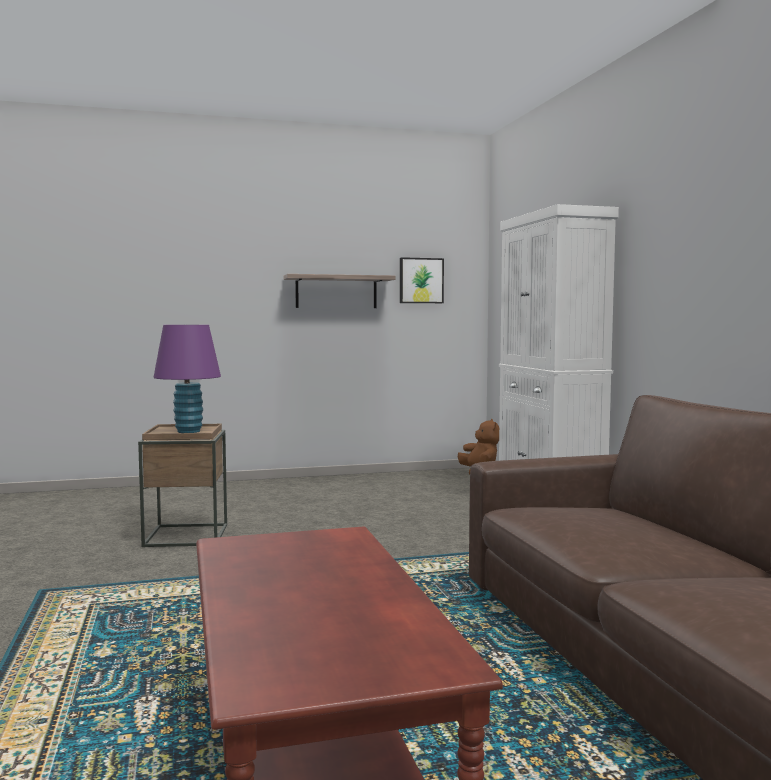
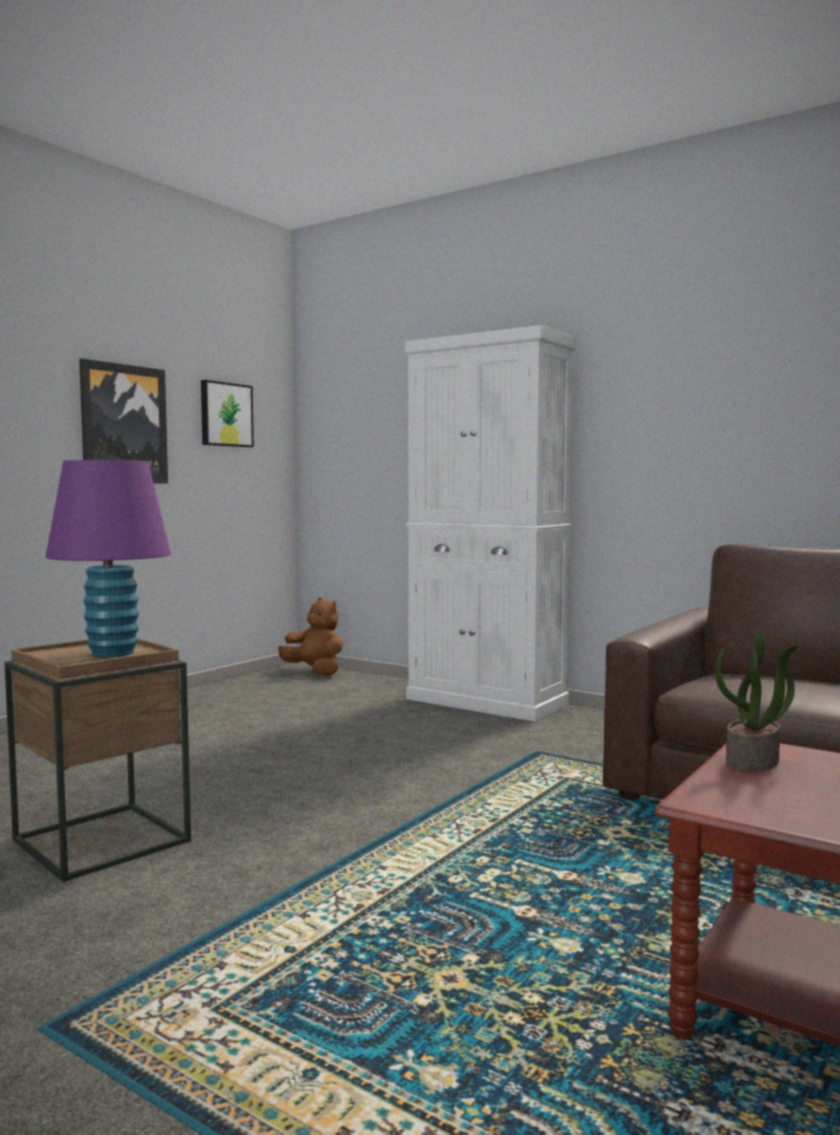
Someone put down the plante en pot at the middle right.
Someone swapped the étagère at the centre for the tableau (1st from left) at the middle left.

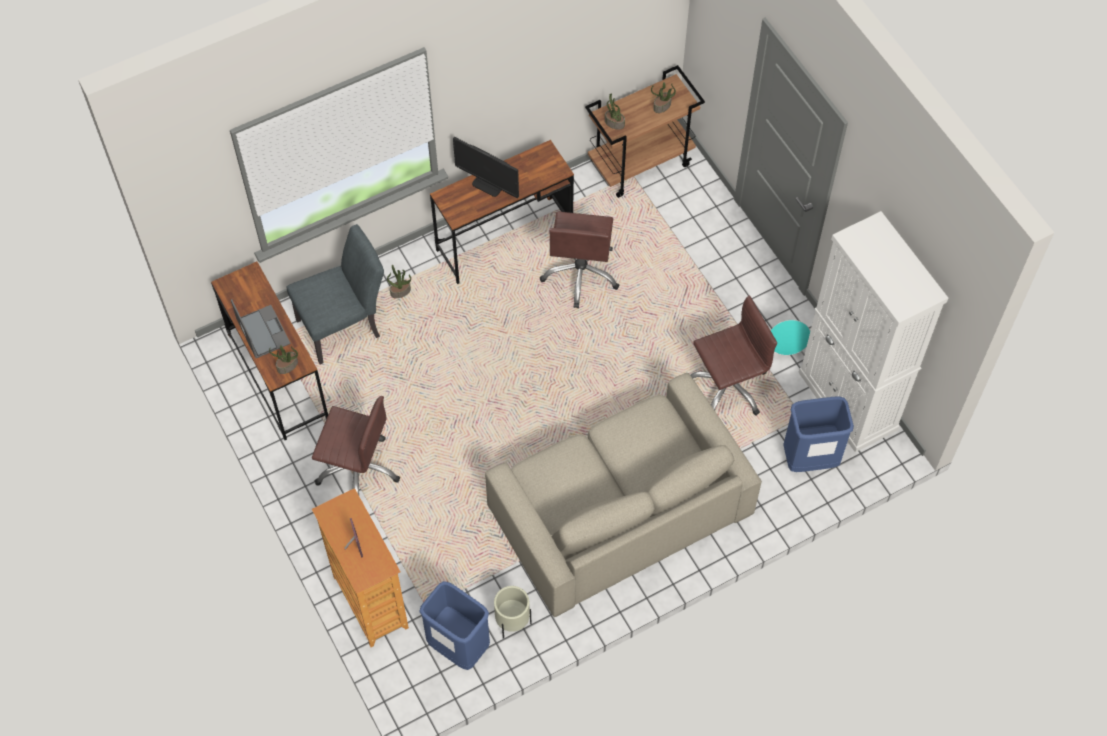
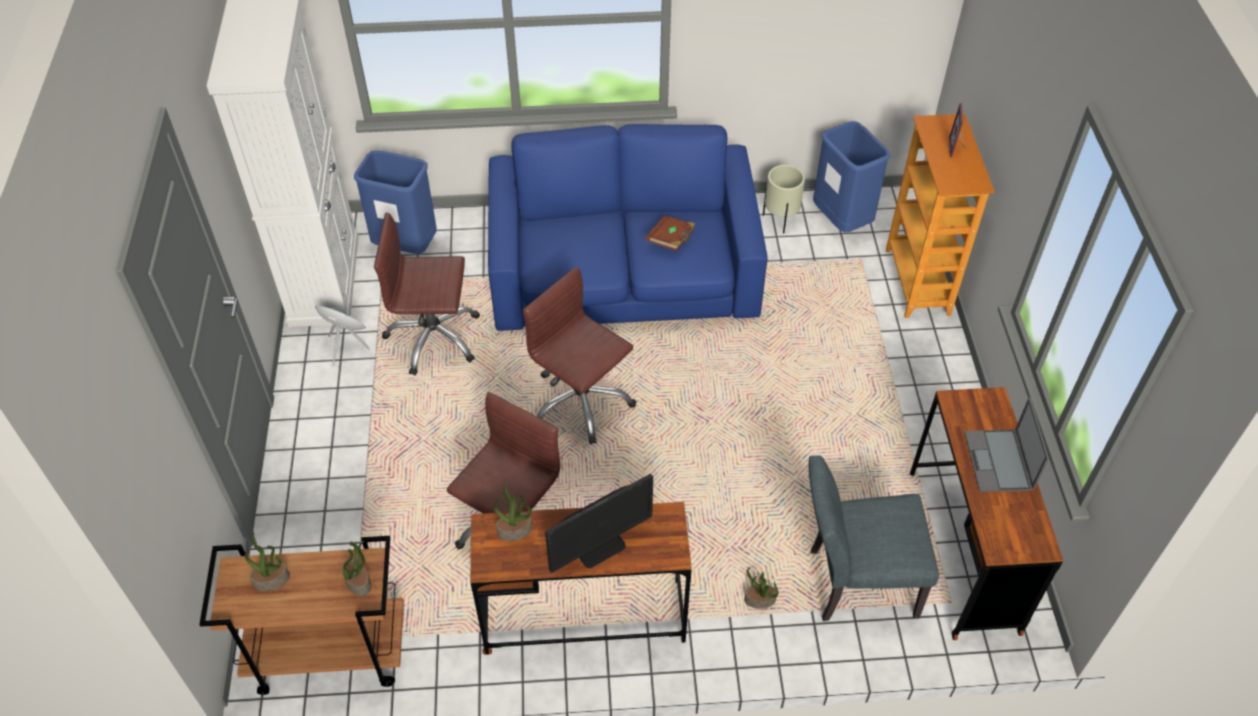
Someone put down the livre/marron at the top centre.
Someone carried the plante en pot (1st from left in the first image) from the middle left to the bottom centre.
Someone carried the chaise de bureau/marron (1st from left in the first image) from the middle left to the centre.
Someone repainted the canapé/beige at the bottom centre, which became the canapé/bleu at the top centre.
Someone rotated the écran d'ordinateur at the top centre by 90 degrees clockwise.

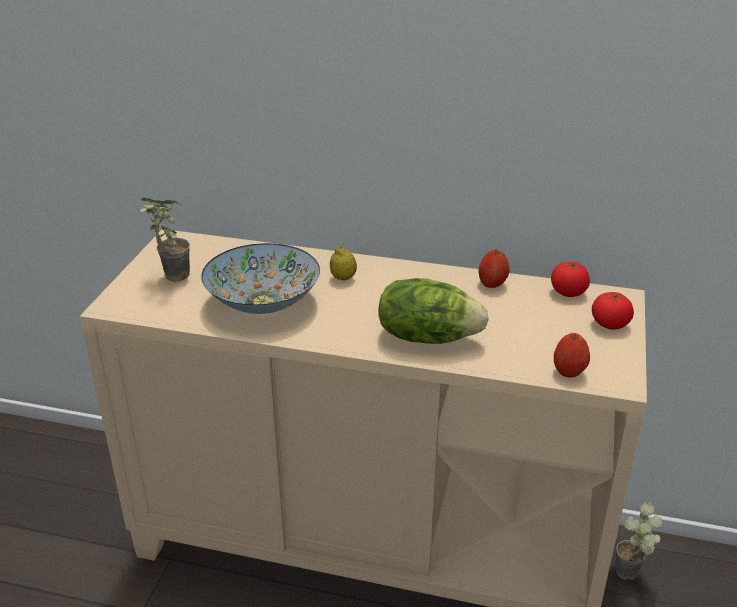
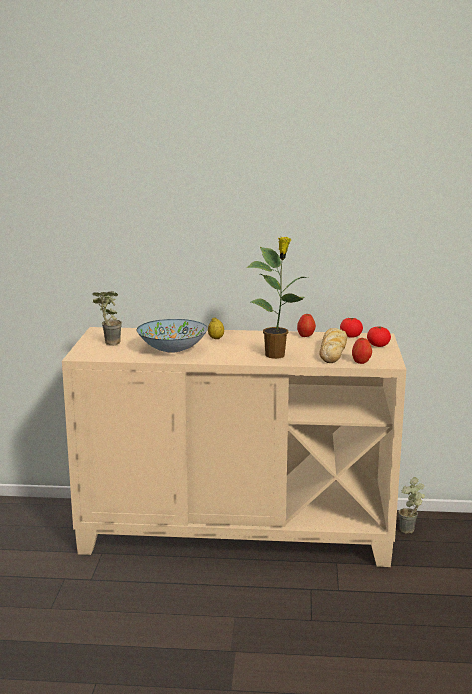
Someone put down the pain at the middle right.
Someone swapped the laitue at the centre for the plante en pot (2nd from left) at the centre.

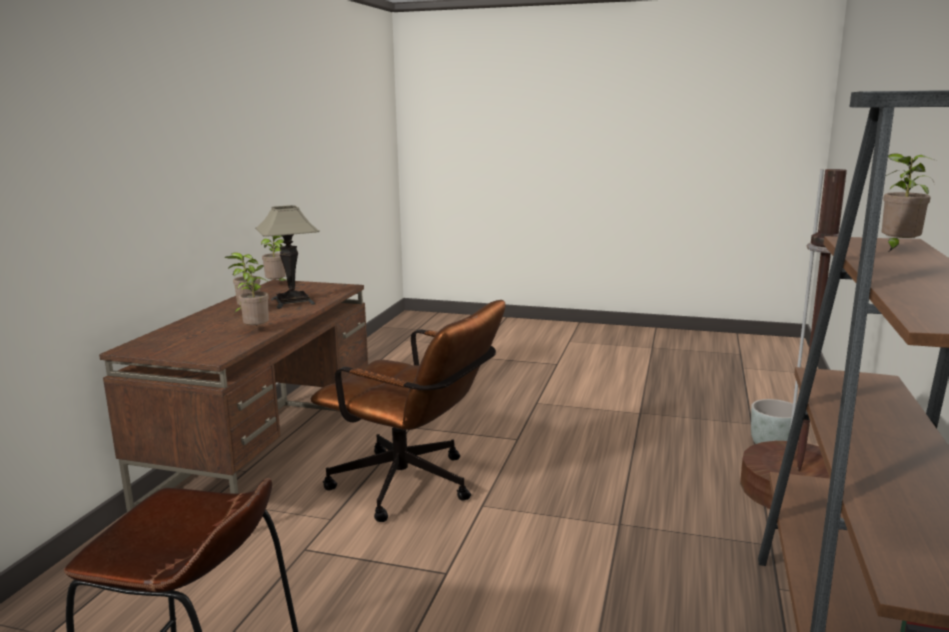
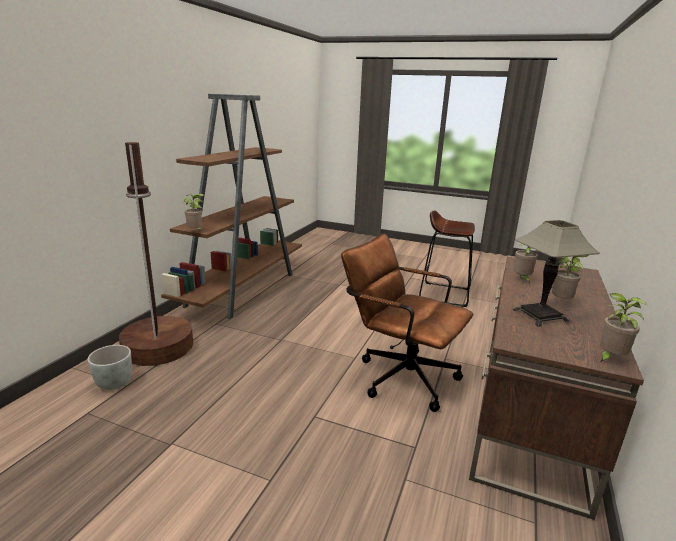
Someone carried the plante en pot (4th from left in the first image) from the top right to the middle left.

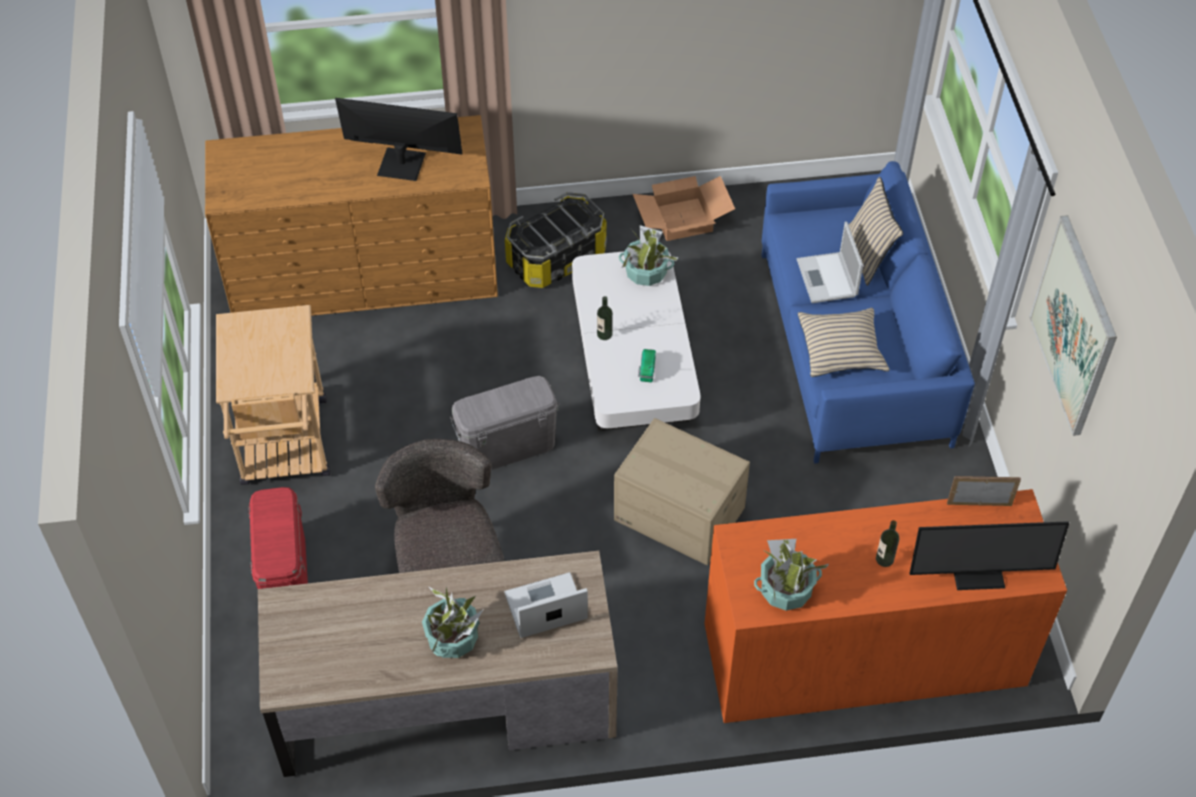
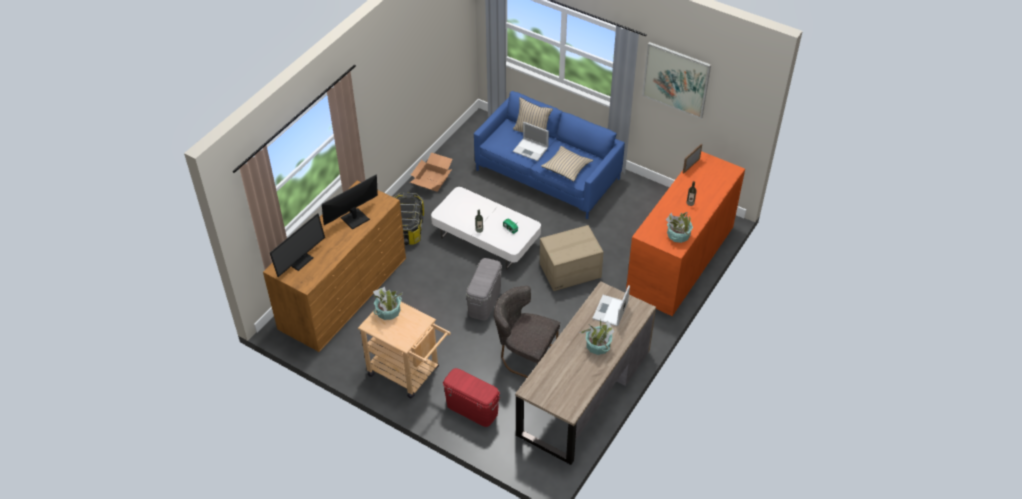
Someone carried the plante en pot (2nd from left in the first image) from the top centre to the centre.
Someone carried the écran d'ordinateur (2nd from left in the first image) from the bottom right to the middle left.

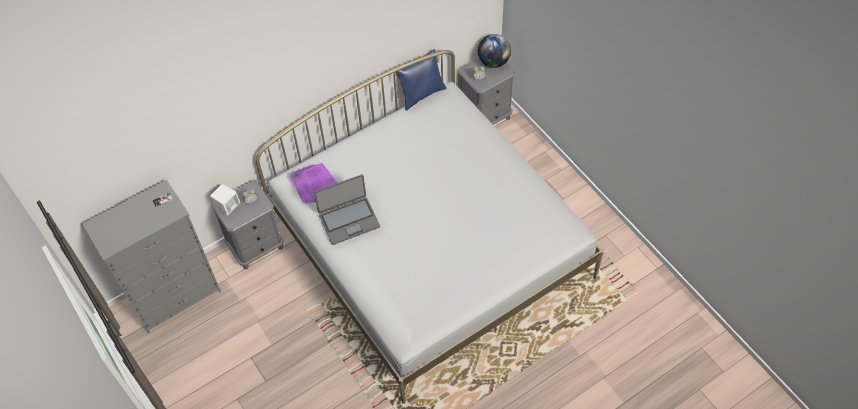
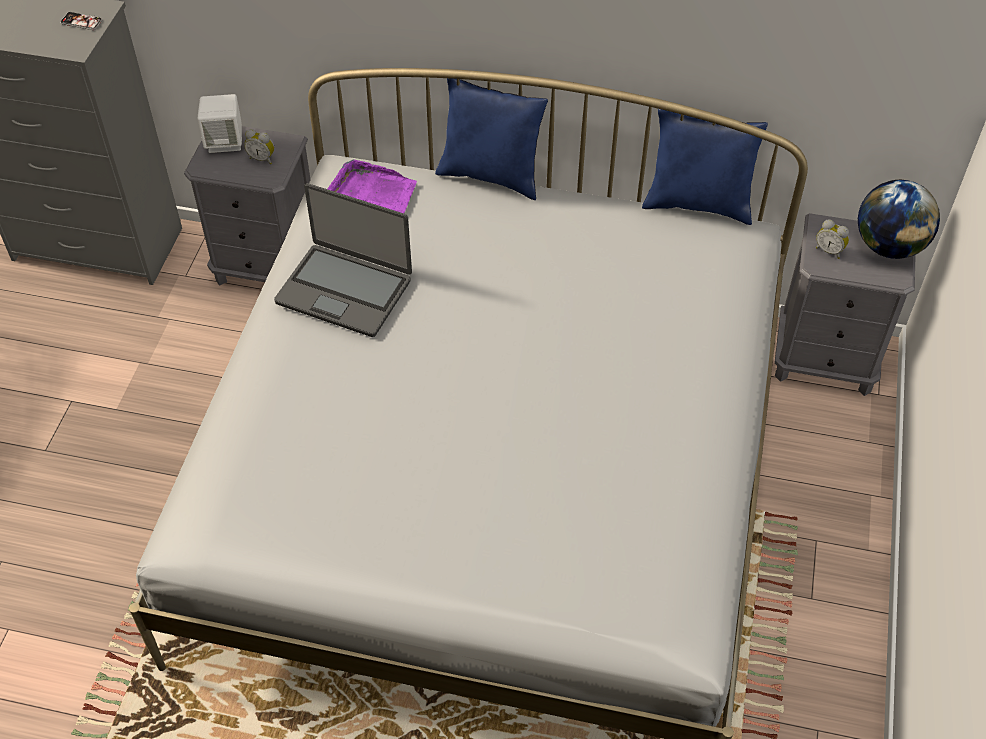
Someone put down the coussin/bleu (1st from left) at the top centre.

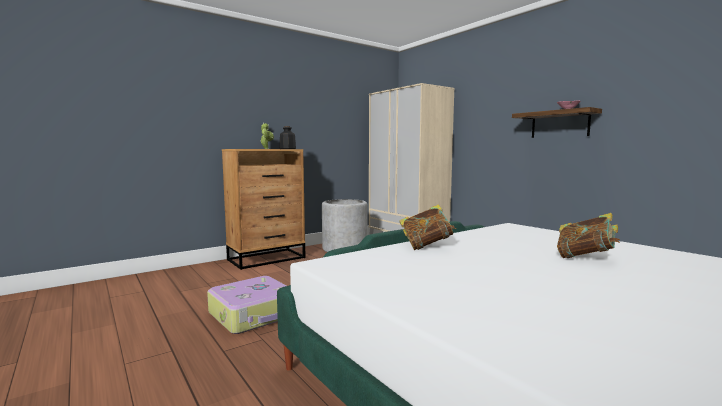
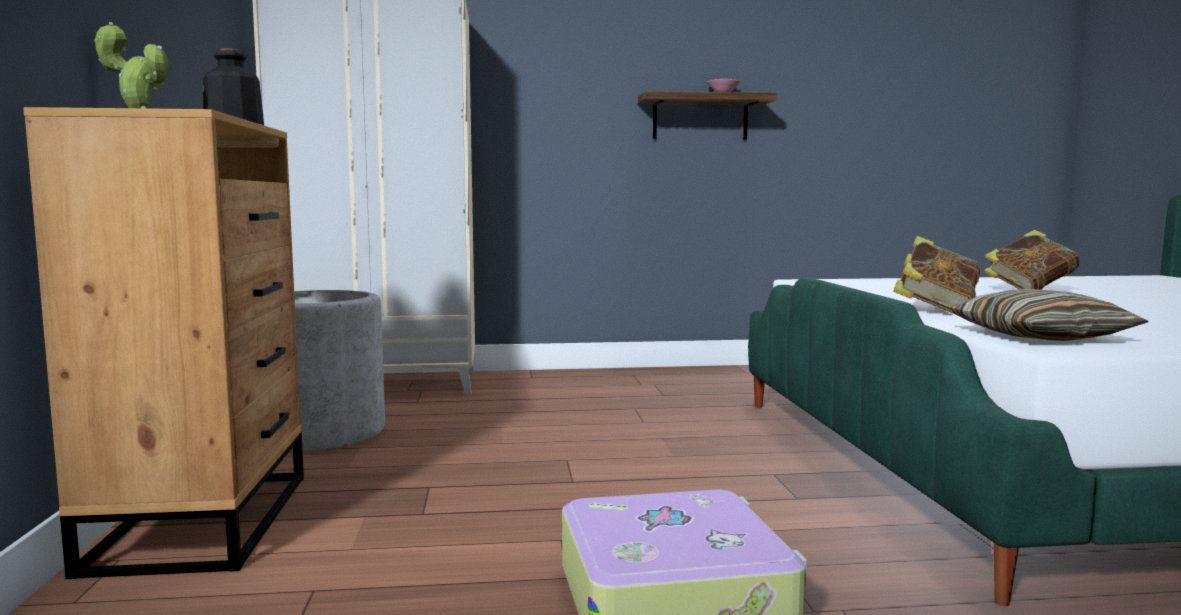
Someone put down the coussin at the middle right.

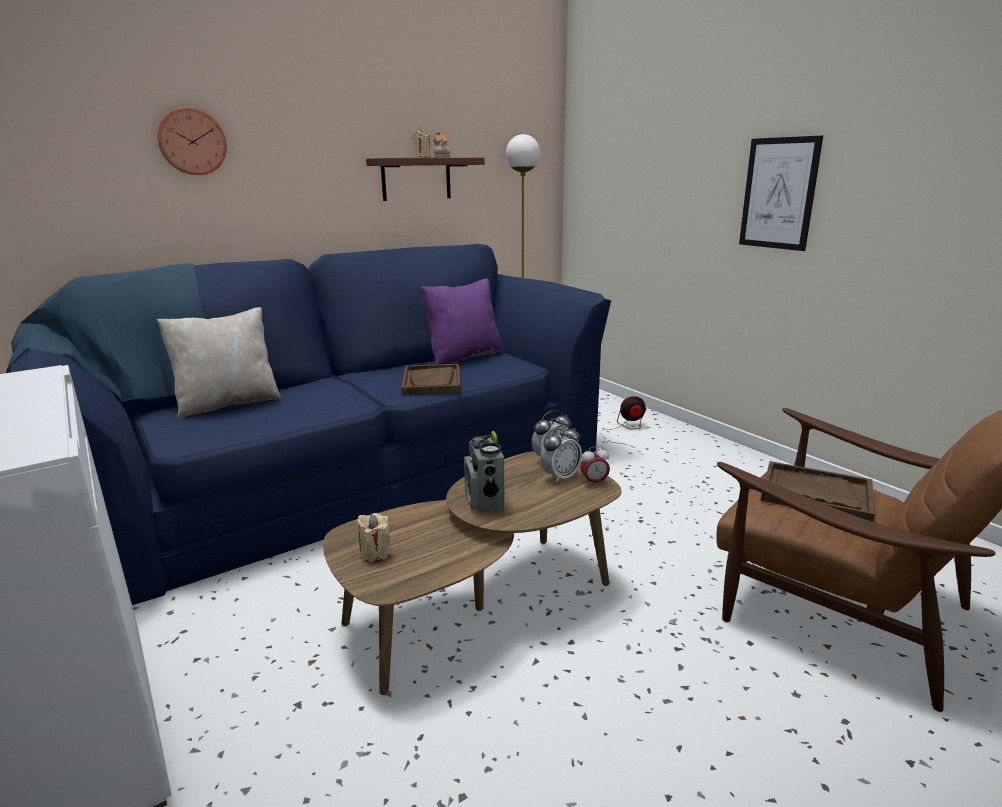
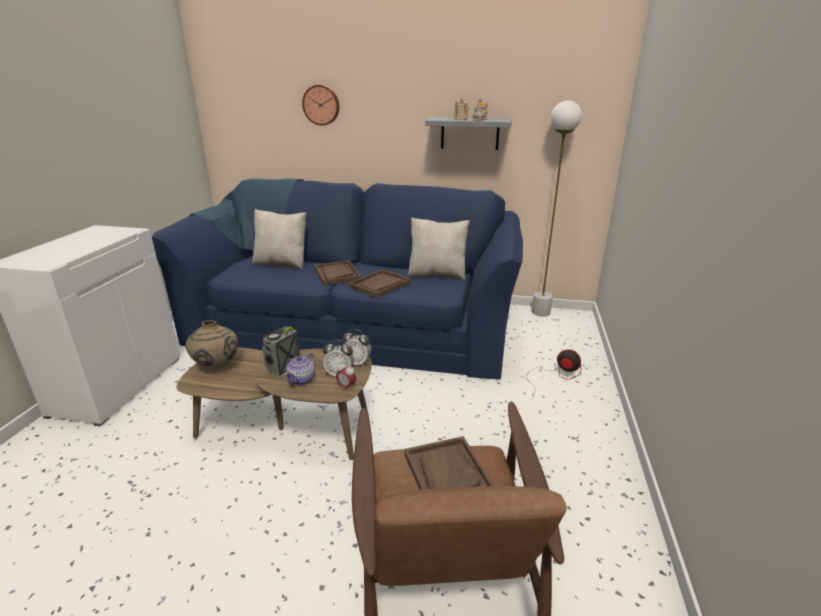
Someone took away the tableau at the top right.
Someone put down the théière (1st from left) at the centre.
Someone put down the plateau/marron (1st from left) at the centre.
Someone swapped the bougie/beige (1st from left) at the centre for the vase/beige at the middle left.
Someone repainted the étagère/marron at the top centre, which became the étagère/gris at the top centre.
Someone repainted the coussin/violet at the centre, which became the coussin/beige (2nd from left) at the centre.

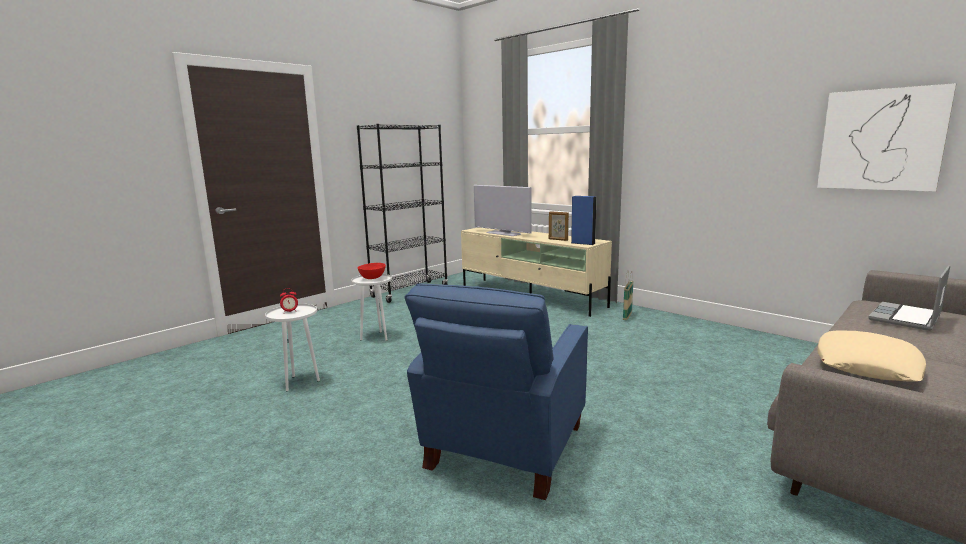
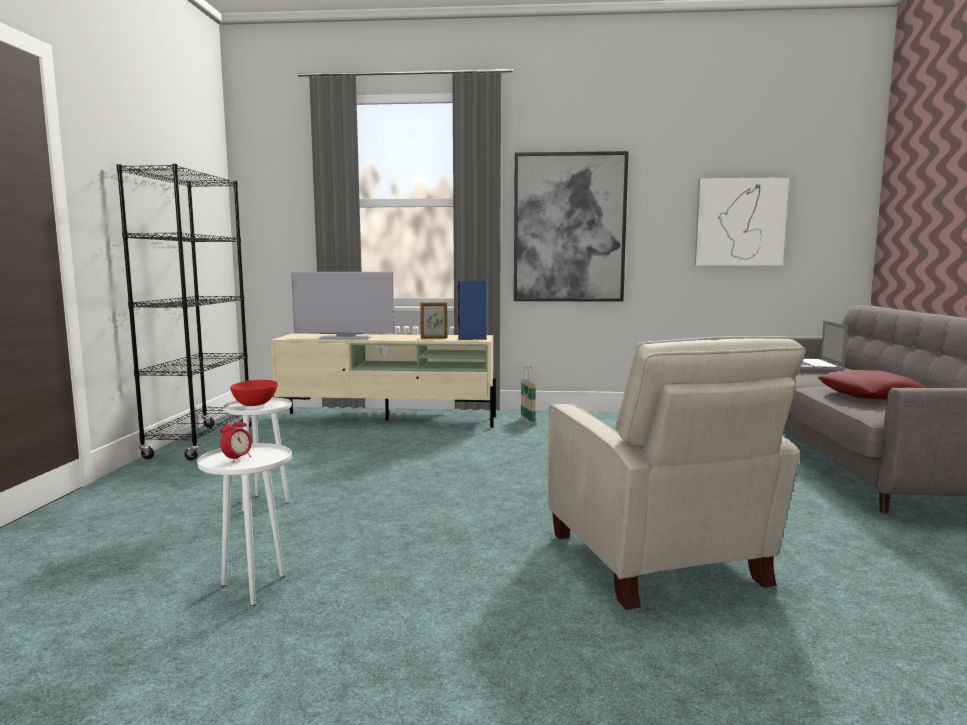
Someone put up the tableau (1st from left) at the top centre.
Someone repainted the fauteuil/bleu at the bottom centre, which became the fauteuil/beige at the middle right.
Someone repainted the coussin/beige at the middle right, which became the coussin/rouge at the middle right.

